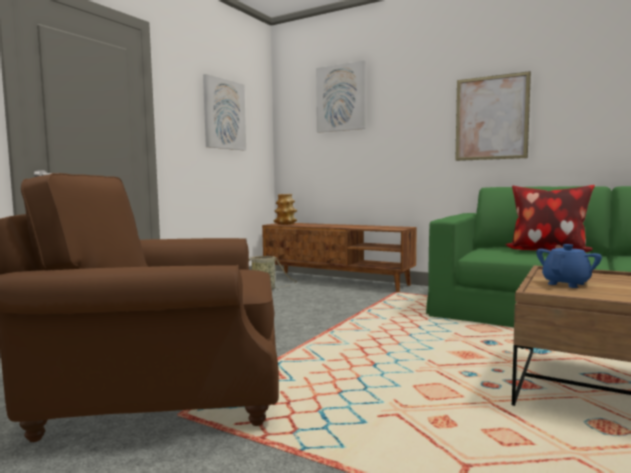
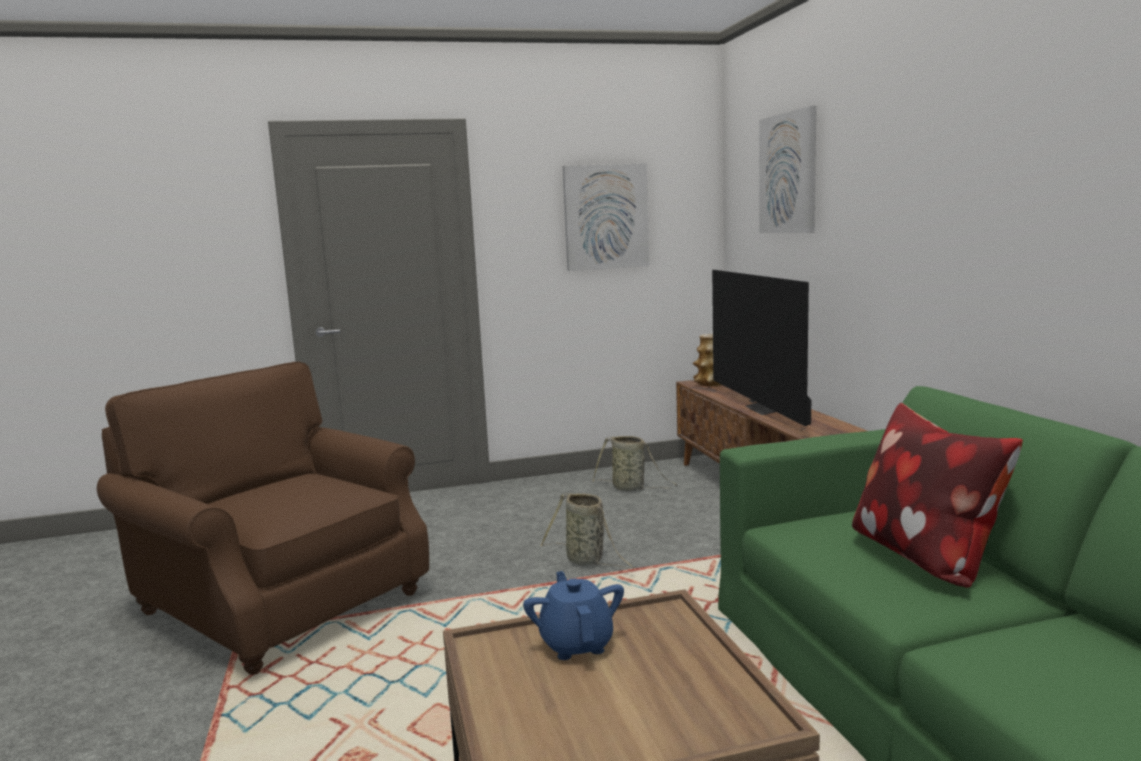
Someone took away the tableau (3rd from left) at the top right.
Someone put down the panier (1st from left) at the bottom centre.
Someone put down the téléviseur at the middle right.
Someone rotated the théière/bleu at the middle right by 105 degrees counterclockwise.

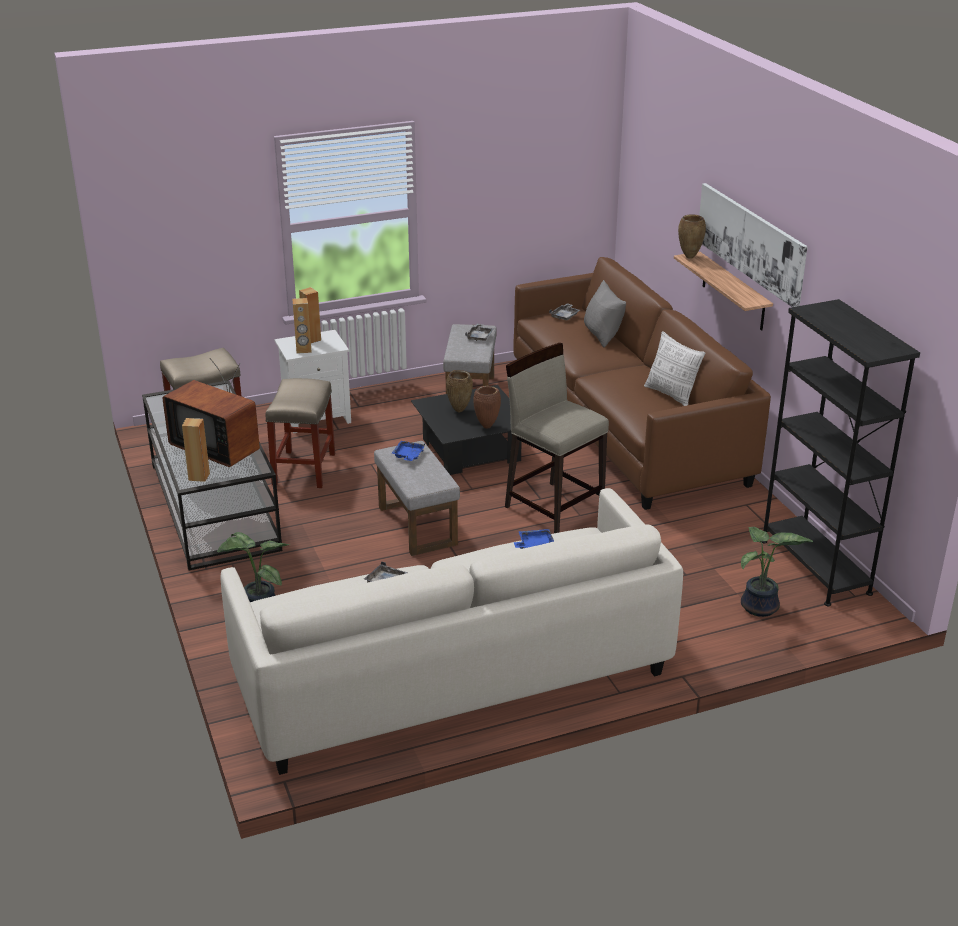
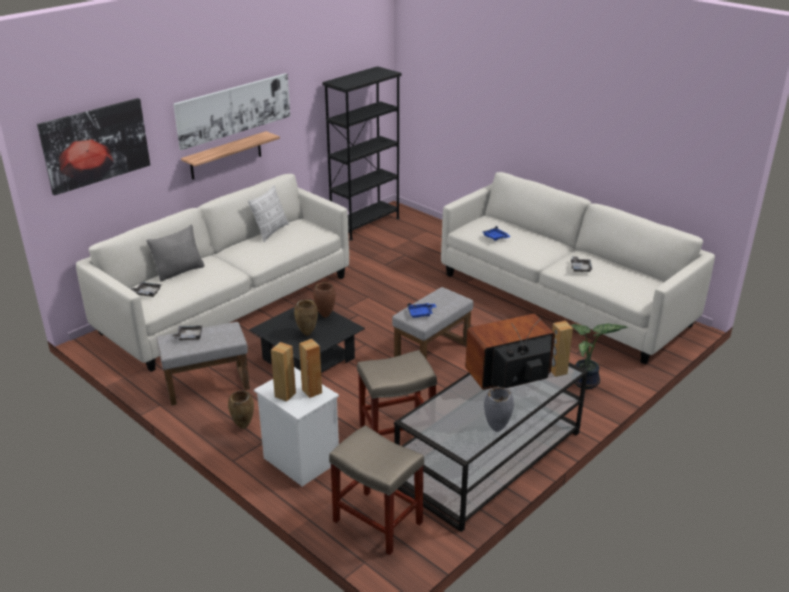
Someone took away the tabouret/beige (3rd from left) at the centre.
Someone took away the plante en pot (2nd from left) at the middle right.
Someone put up the tableau (1st from left) at the top left.
Someone put down the vase/gris at the bottom centre.
Someone carried the vase/marron (3rd from left in the first image) from the top right to the bottom left.
Someone repainted the canapé/marron at the middle right, which became the canapé/blanc (1st from left) at the middle left.
Someone rotated the téléviseur at the middle left by 120 degrees counterclockwise.

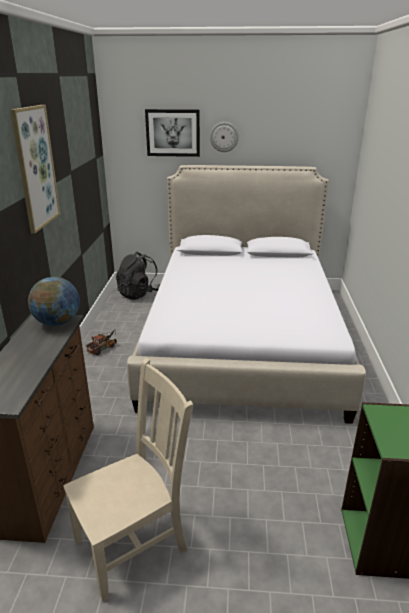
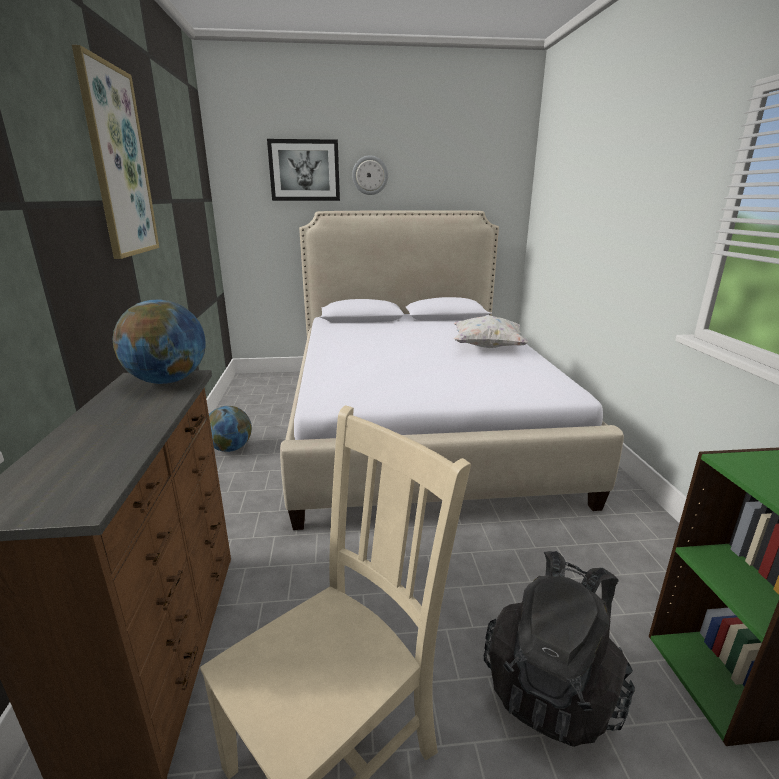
Someone put down the coussin/blanc at the centre.
Someone carried the sac à dos/noir from the centre to the bottom right.
Someone swapped the camion jouet at the middle left for the globe (2nd from left) at the middle left.

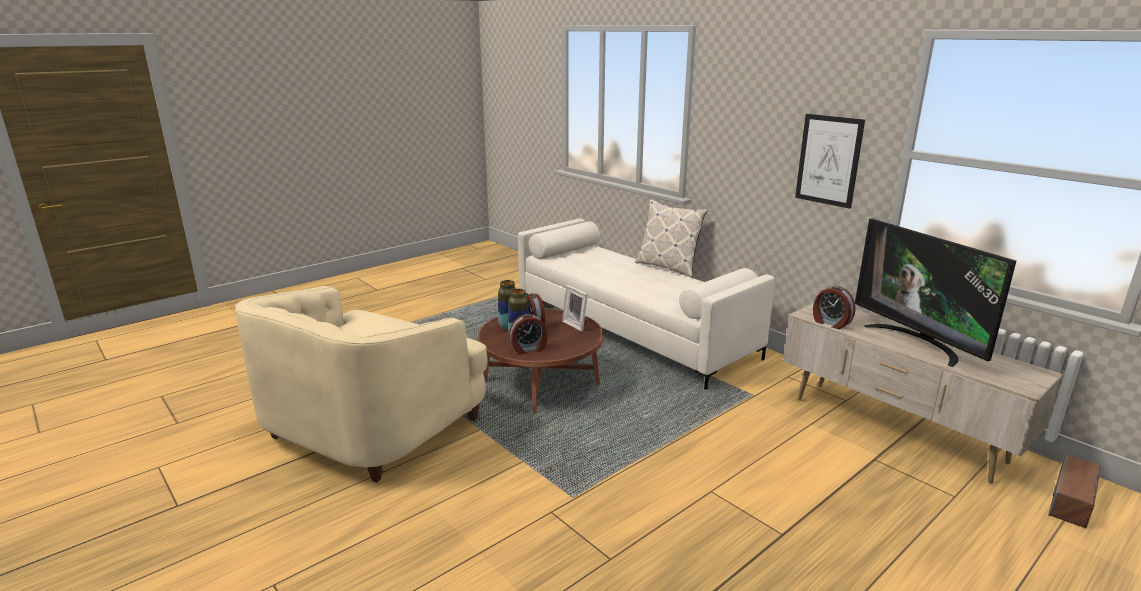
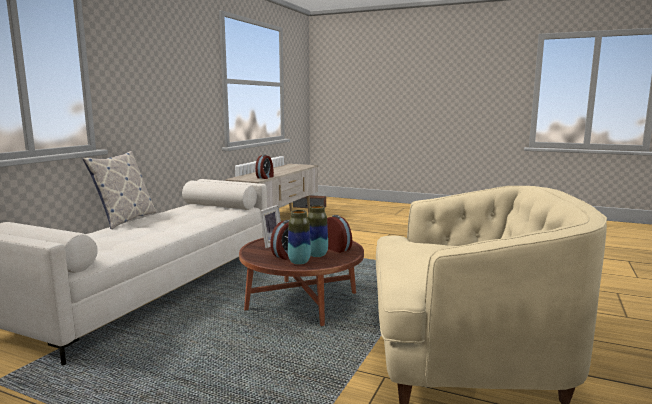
Someone took away the tableau at the top right.
Someone took away the téléviseur at the middle right.

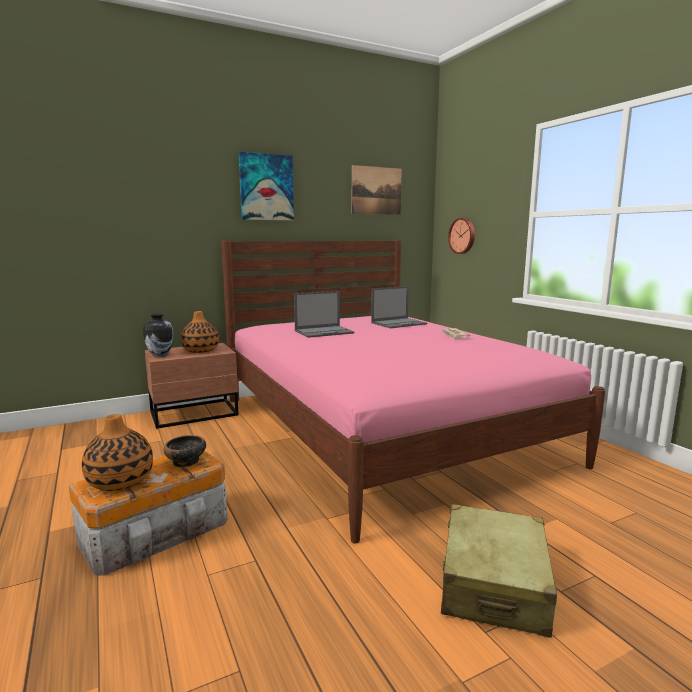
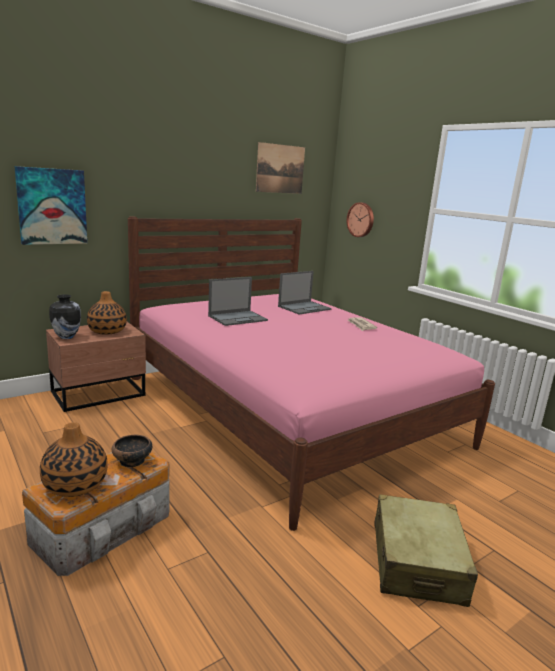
Someone carried the tableau (1st from left) from the top centre to the top left.

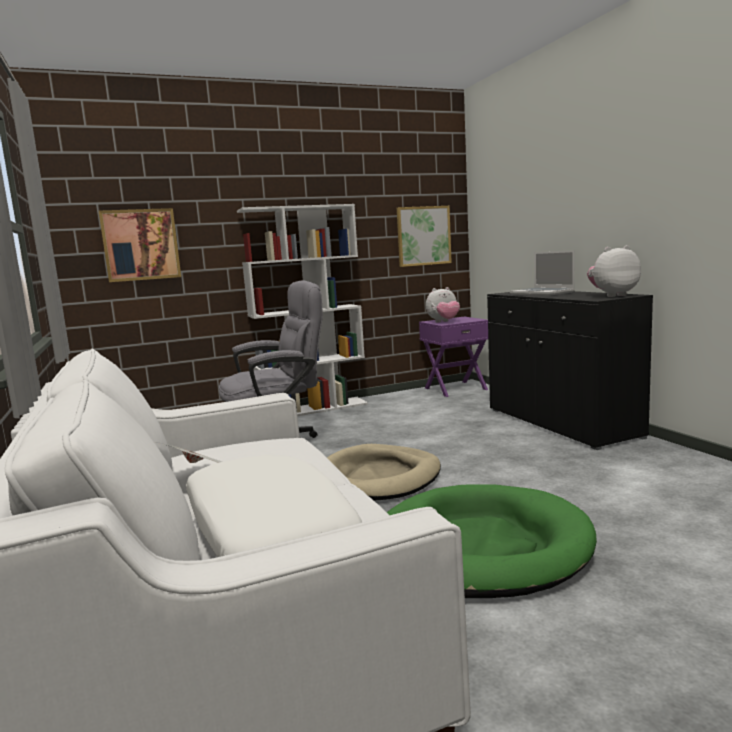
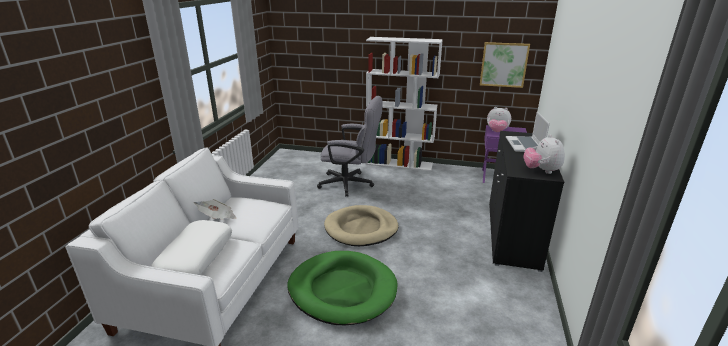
Someone took away the tableau (1st from left) at the middle left.
Someone rotated the peluche (2nd from left) at the middle right by 120 degrees counterclockwise.

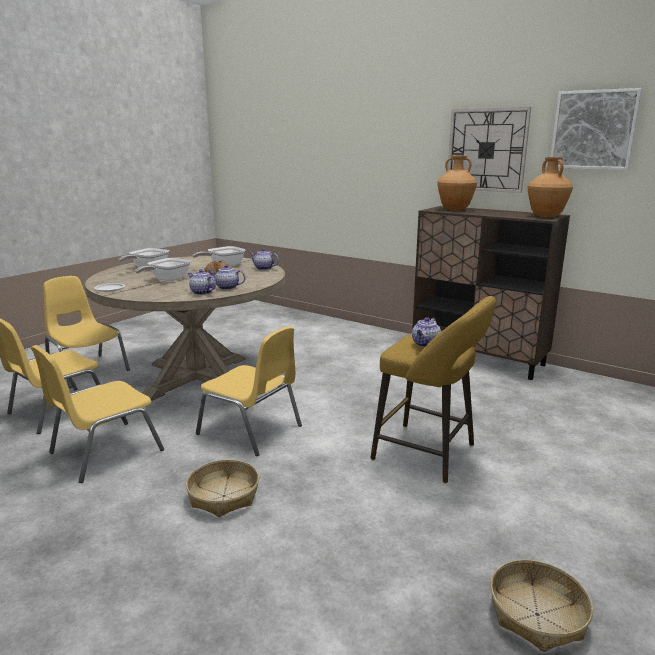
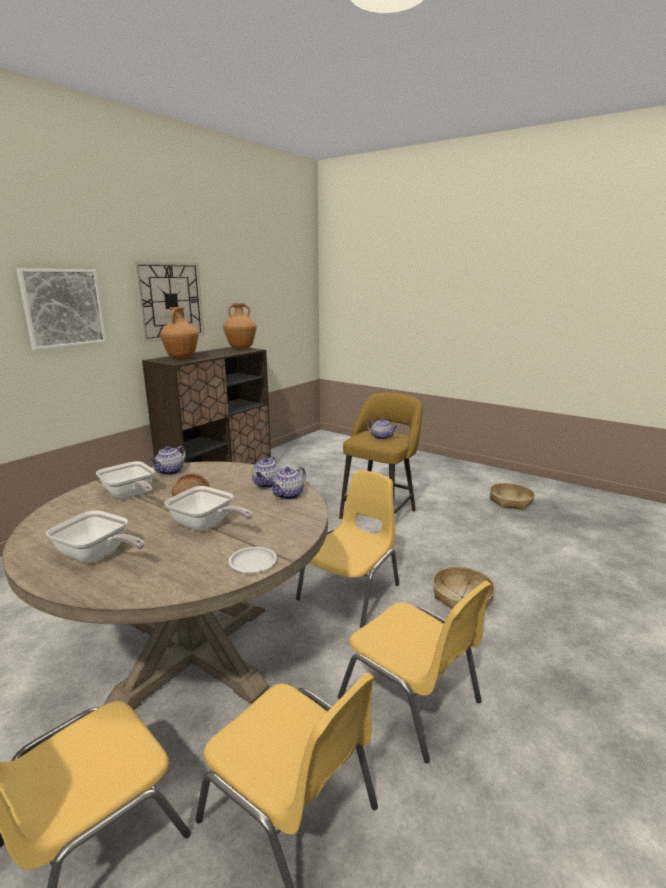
Someone carried the tableau from the top right to the middle left.

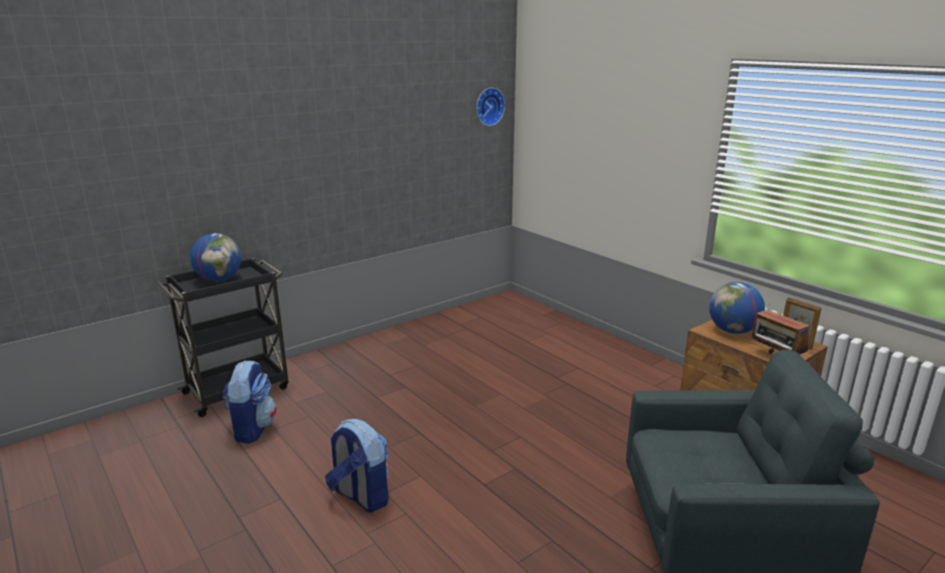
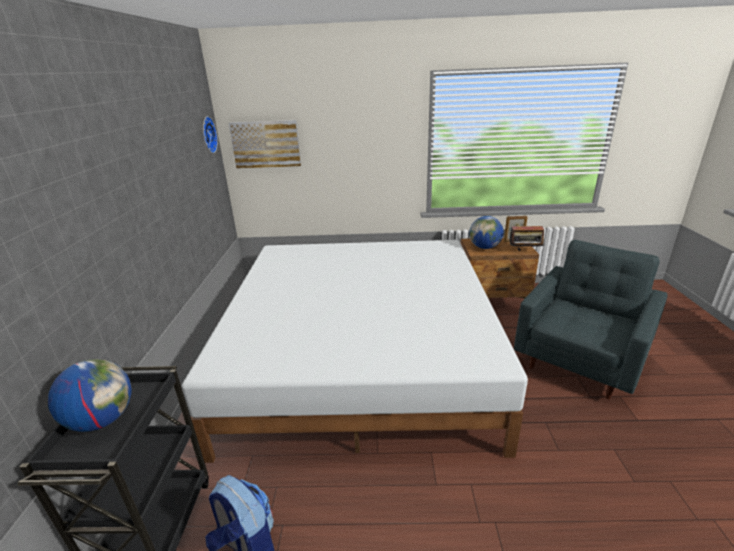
Someone took away the sac à dos (2nd from left) at the bottom centre.
Someone put down the lit/blanc at the centre.
Someone put up the tableau at the top centre.

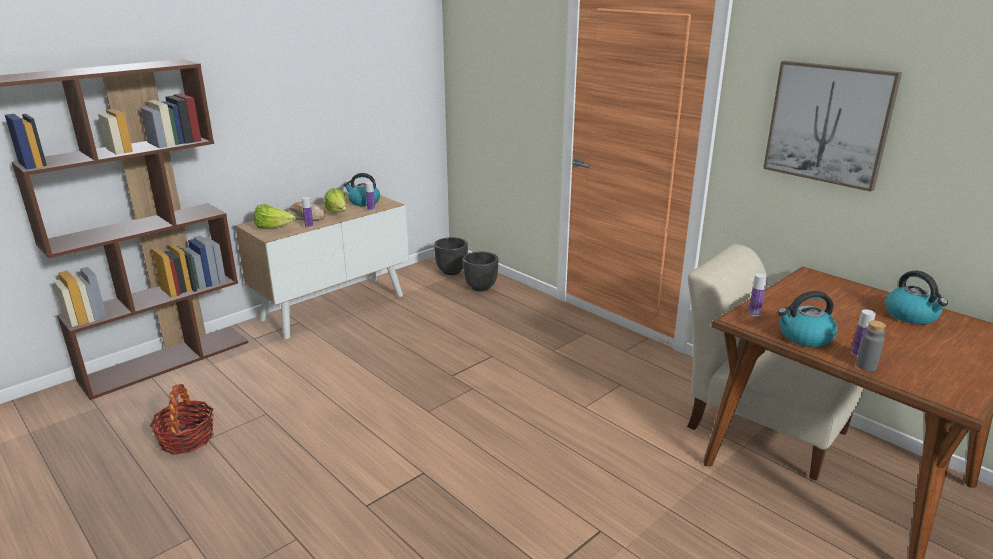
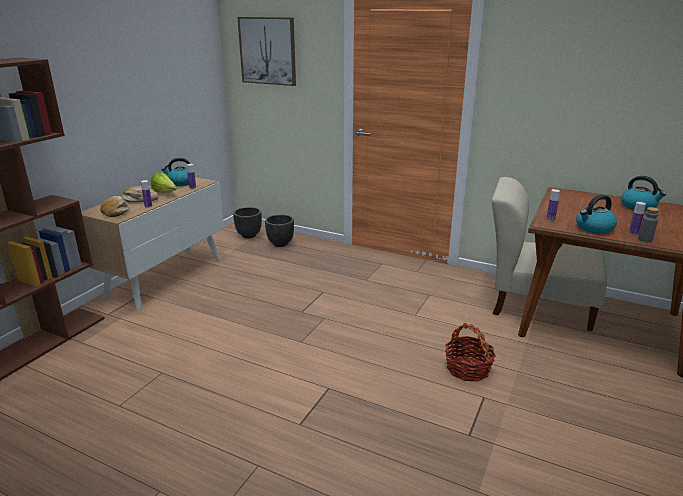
Someone carried the panier from the bottom left to the bottom right.
Someone carried the tableau from the top right to the top centre.
Someone swapped the laitue (1st from left) at the middle left for the pain (1st from left) at the middle left.

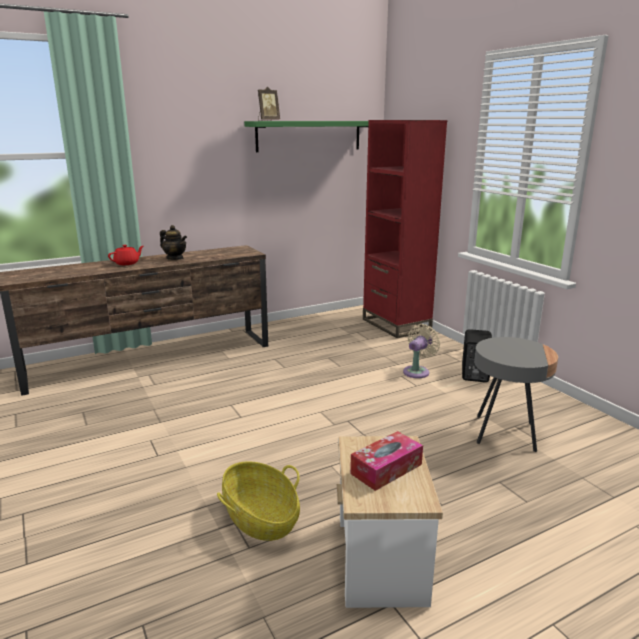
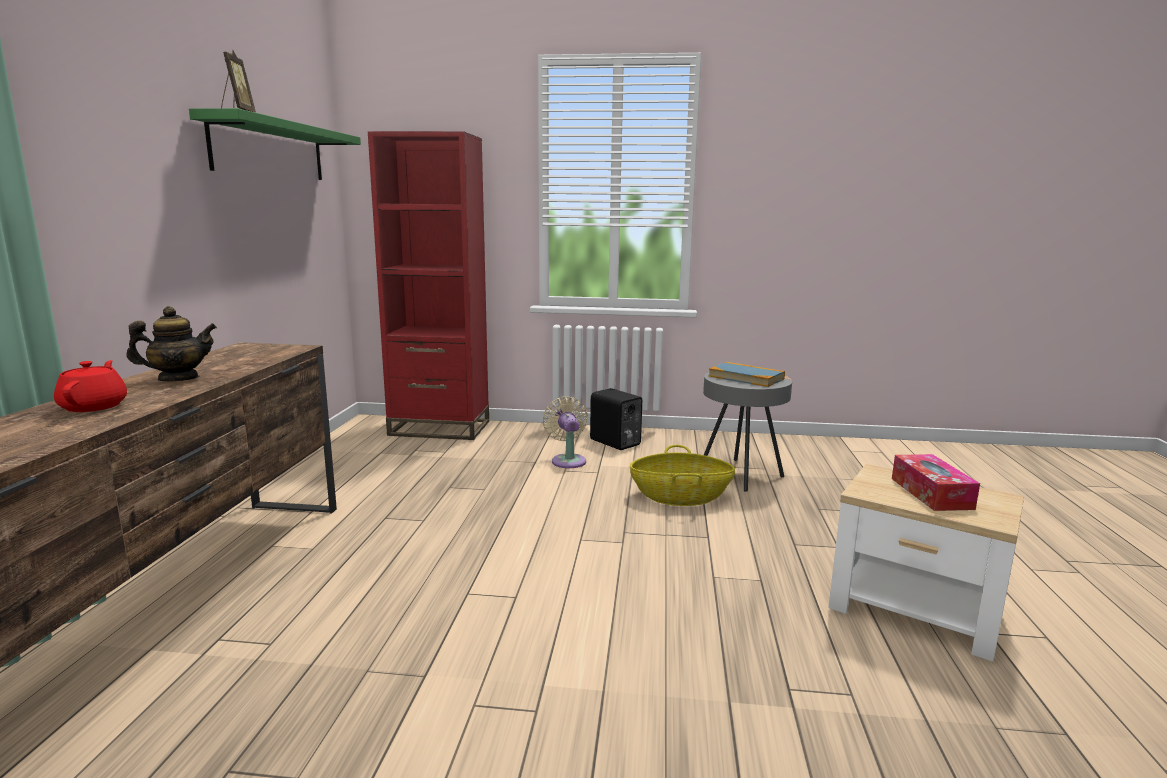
Someone put down the livre at the centre.
Someone carried the panier from the bottom centre to the centre.

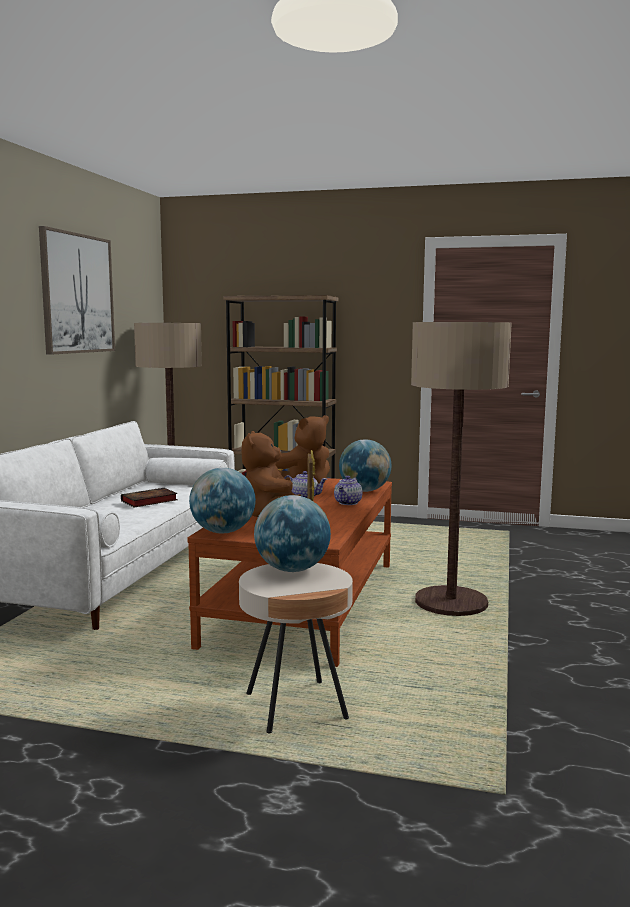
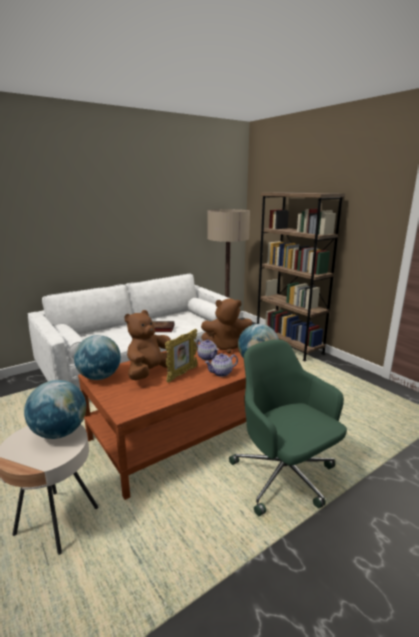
Someone took away the tableau at the top left.
Someone swapped the lampadaire (2nd from left) at the middle right for the chaise de bureau/vert at the bottom right.

